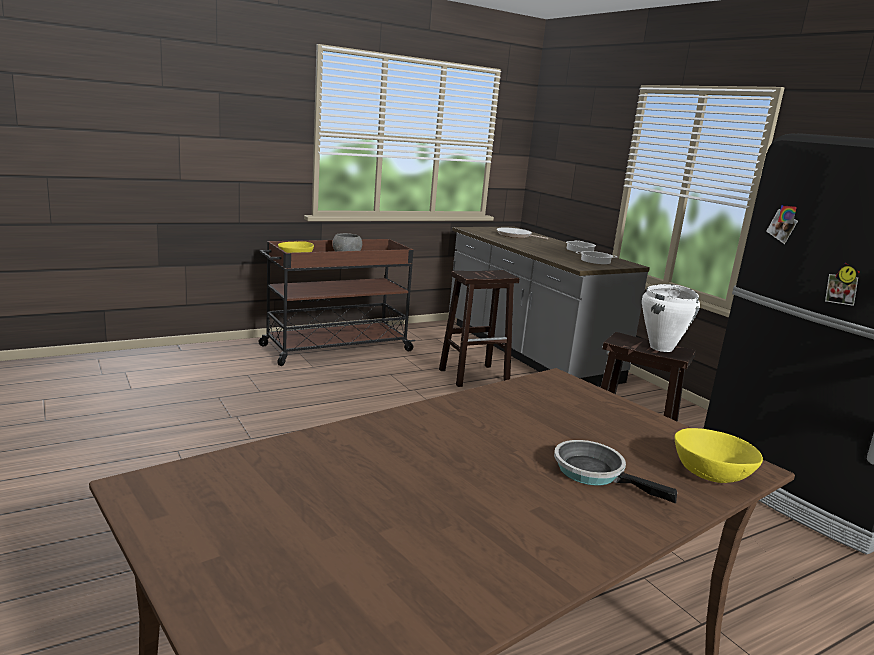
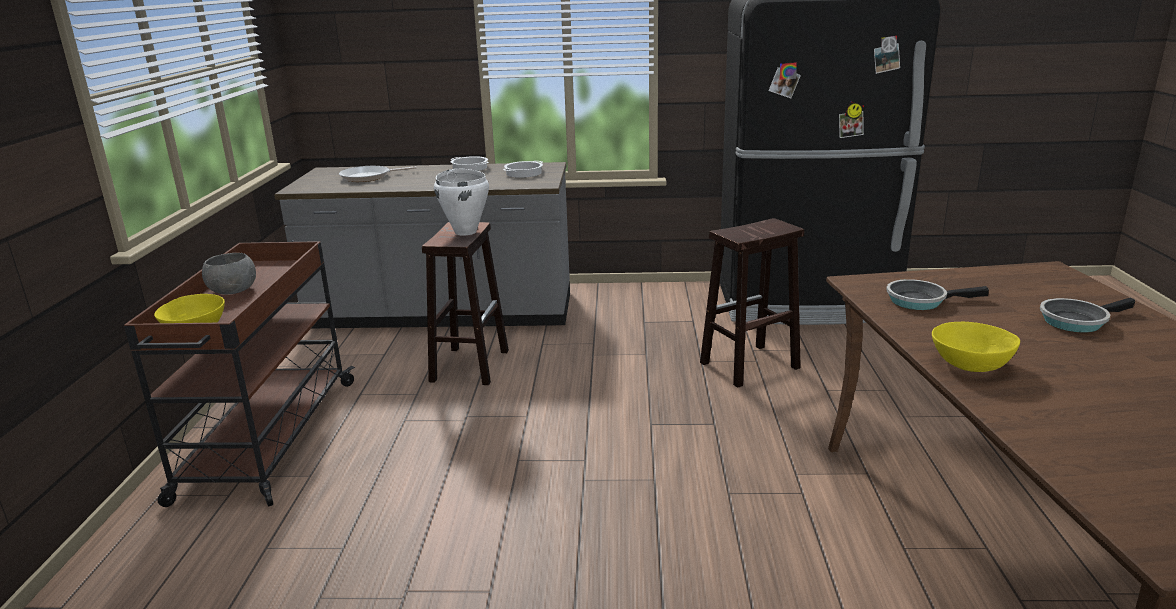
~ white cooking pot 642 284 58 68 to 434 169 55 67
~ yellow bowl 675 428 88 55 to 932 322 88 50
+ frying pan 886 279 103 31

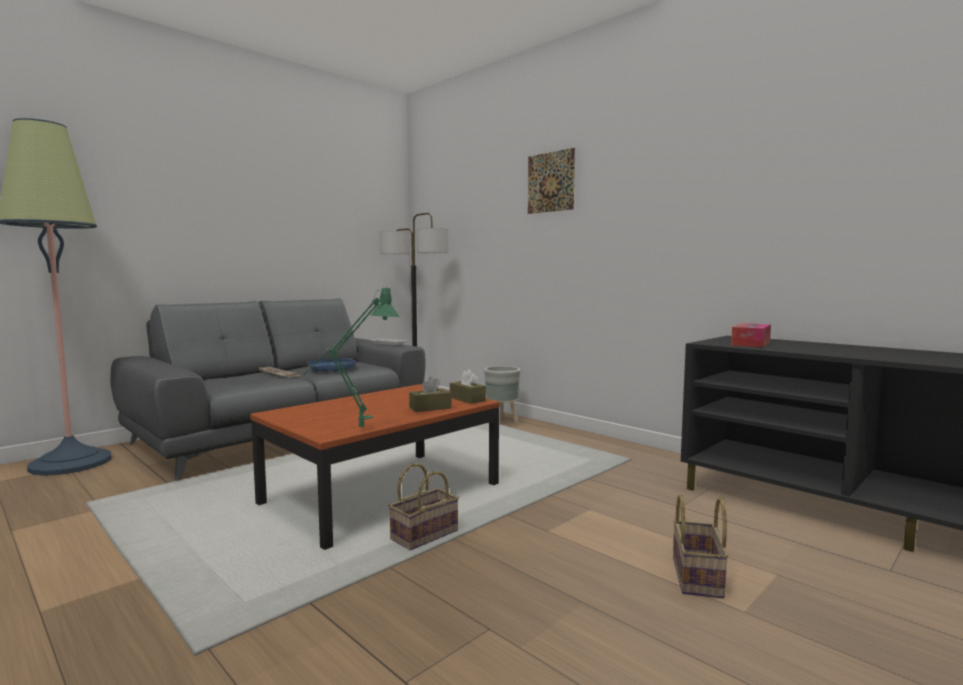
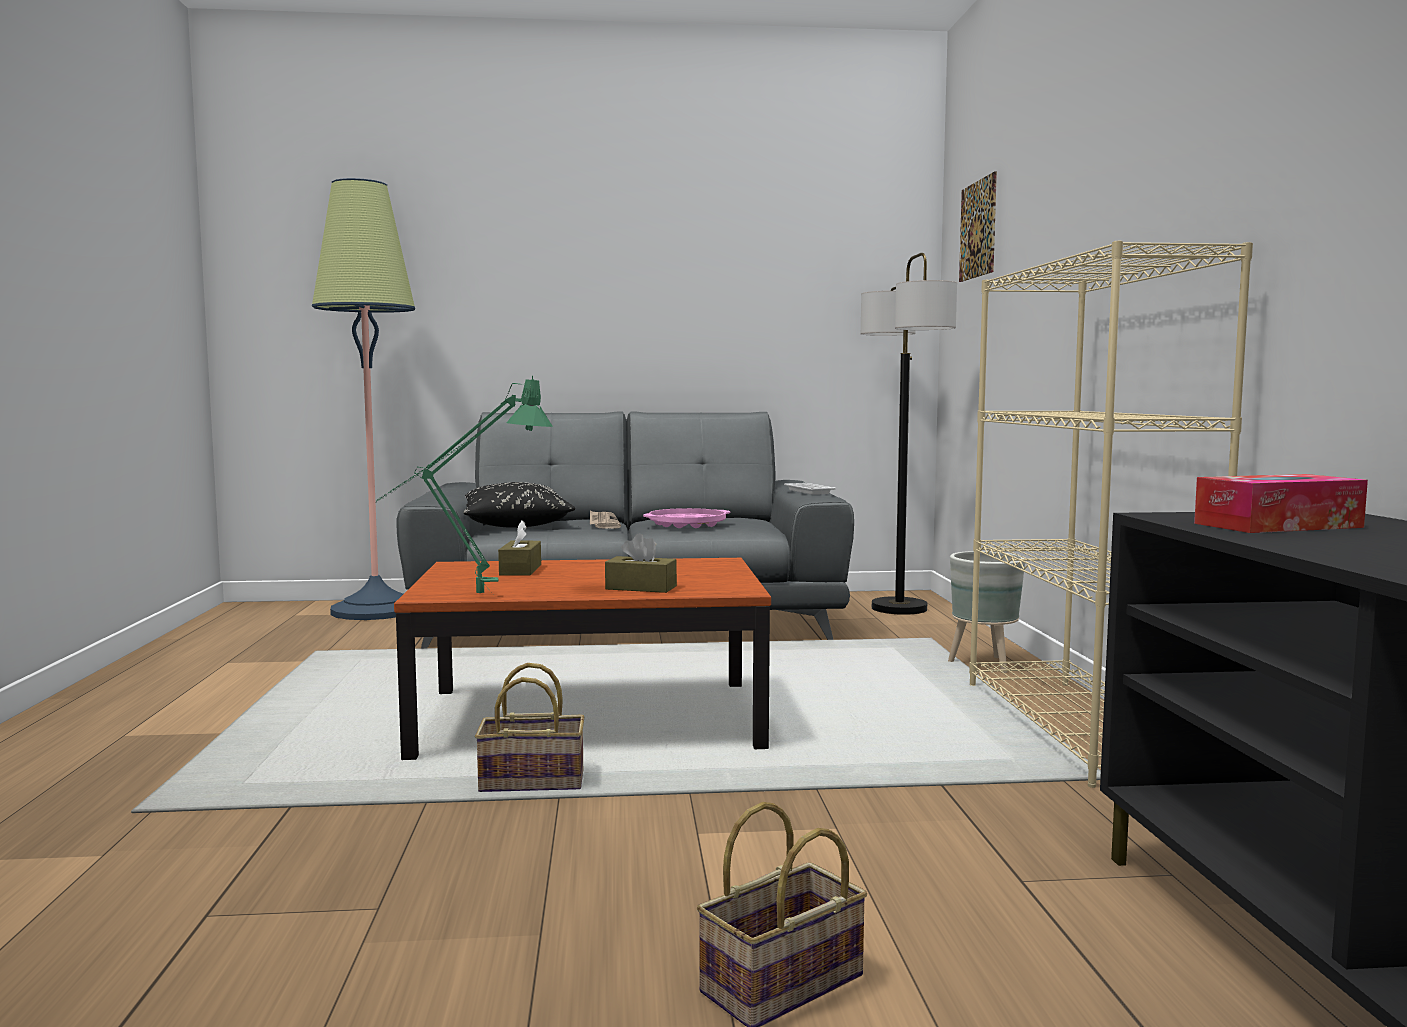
~ blue tray 307 358 49 14 to pink tray 643 508 87 20
~ brown tissue box 450 369 36 35 to 498 520 43 56
~ picture 528 148 47 66 to 959 171 38 111
+ black pillow 464 482 111 46
+ beige bookcase 969 241 284 547

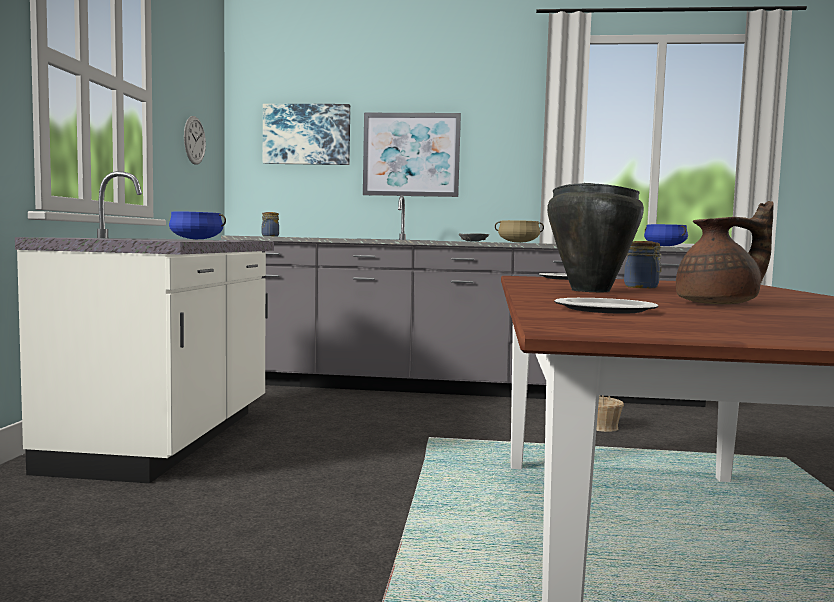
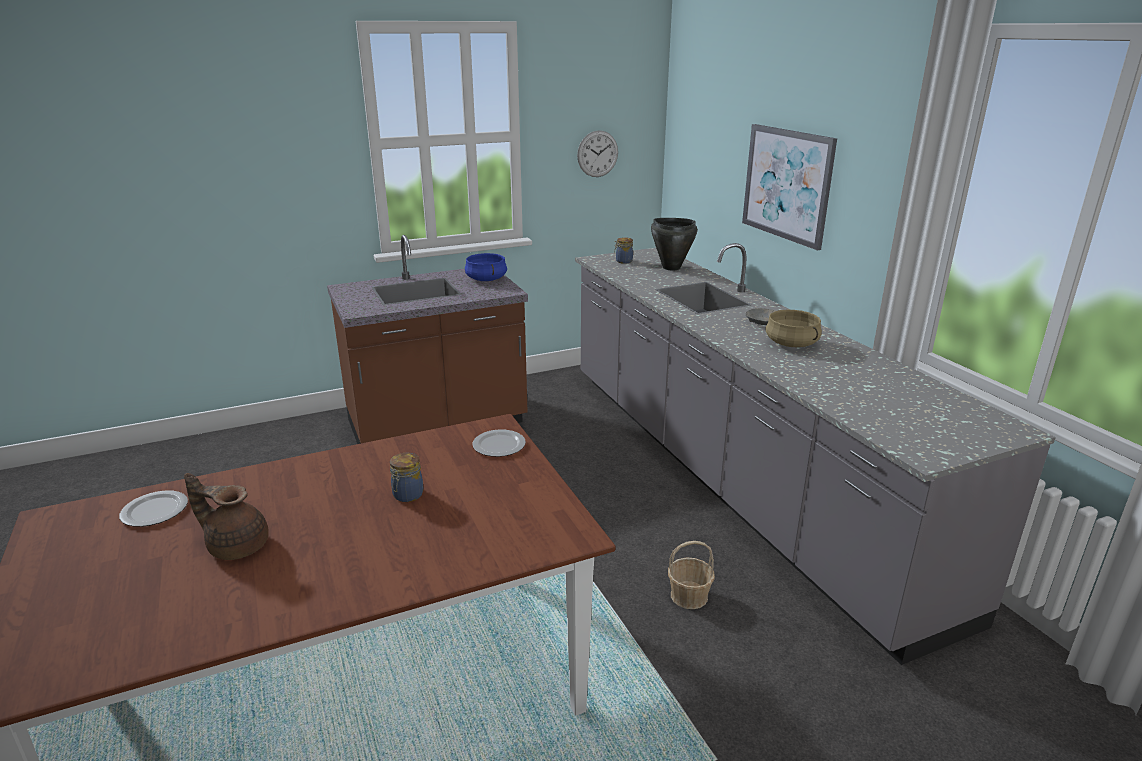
~ white counter 15 171 259 312 to brown counter 327 235 201 209
- picture 263 104 87 61
~ black cooking pot 547 183 97 109 to 651 218 46 52
- blue cooking pot 644 224 44 22
~ brown teapot 676 201 98 103 = 184 473 85 87 150 degrees clockwise

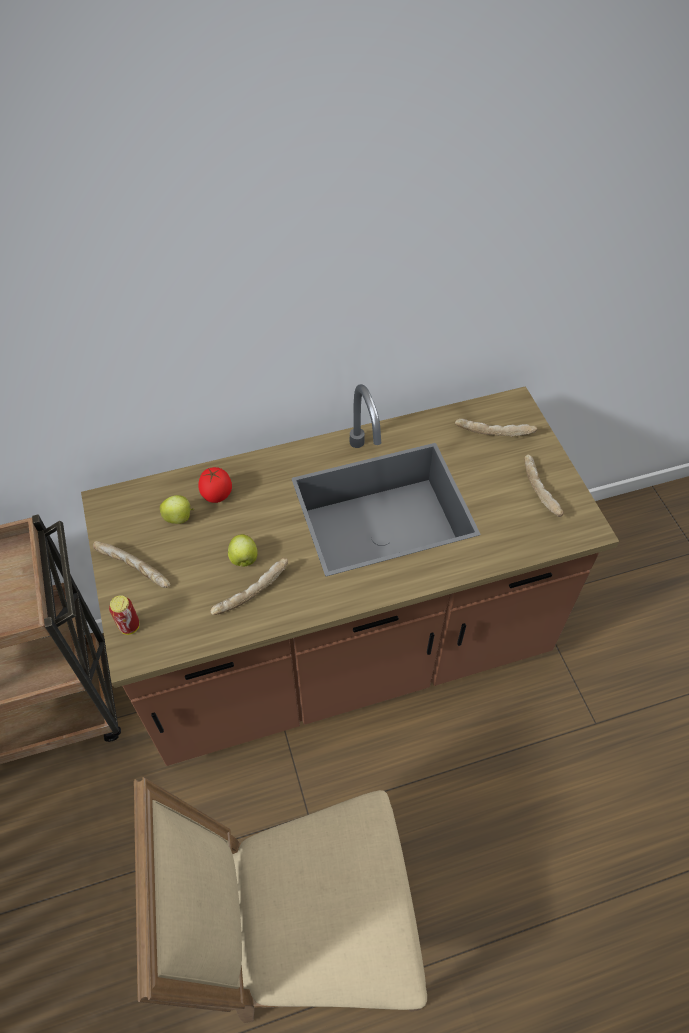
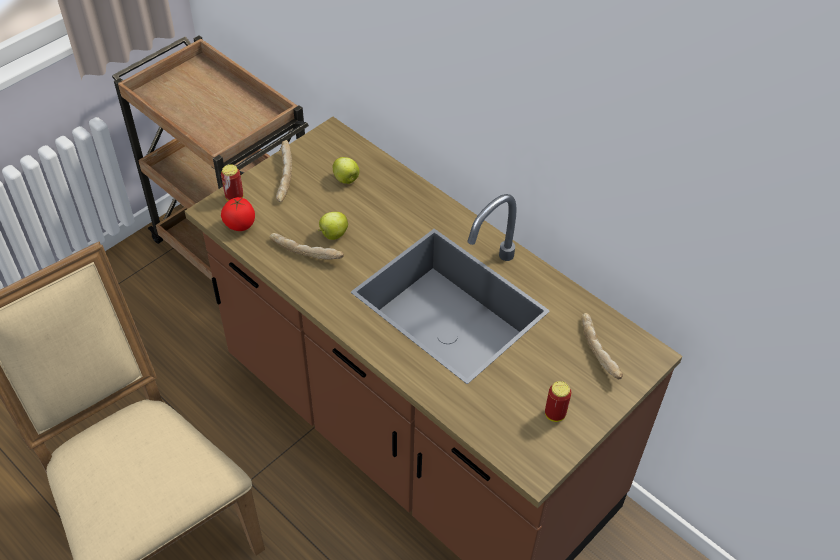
~ tomato 198 467 34 36 to 221 197 34 34
~ bread 525 454 39 63 to can 545 381 26 41

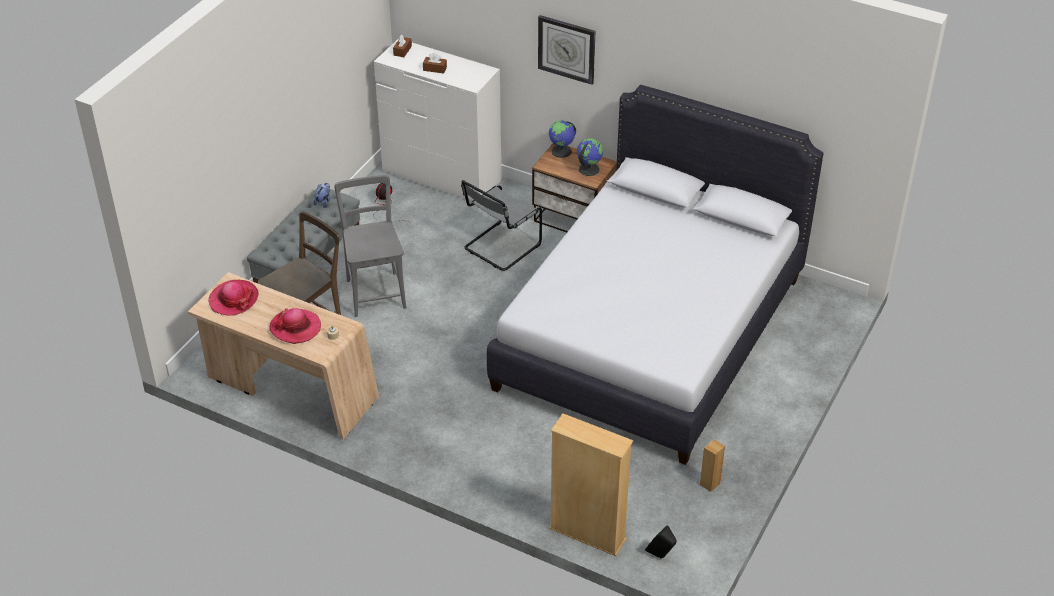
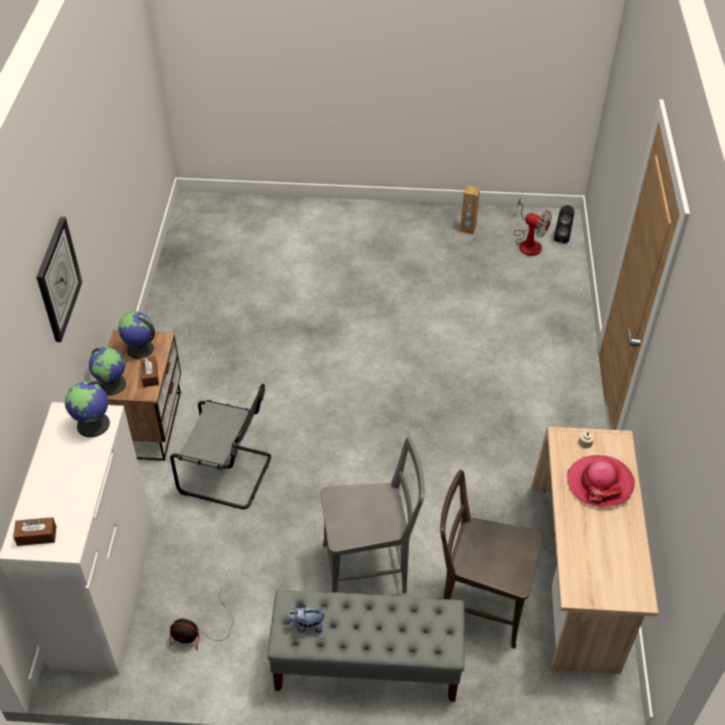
- hat 209 280 50 36
~ grey chair 334 175 73 142 = 320 437 105 156 150 degrees counterclockwise
~ brown tissue box 423 53 24 21 to 140 356 19 31
- white bed 487 85 337 380
- beige bookcase 549 413 84 143
+ globe 65 381 45 56
+ fan 513 197 39 59

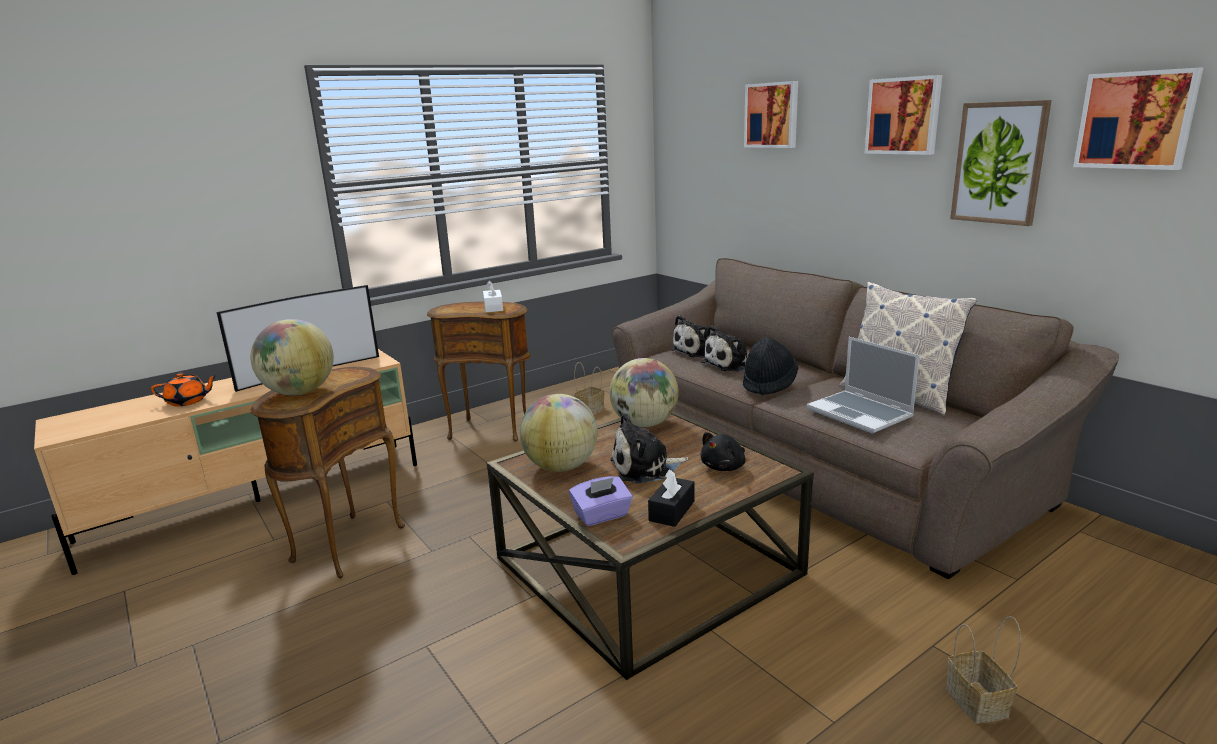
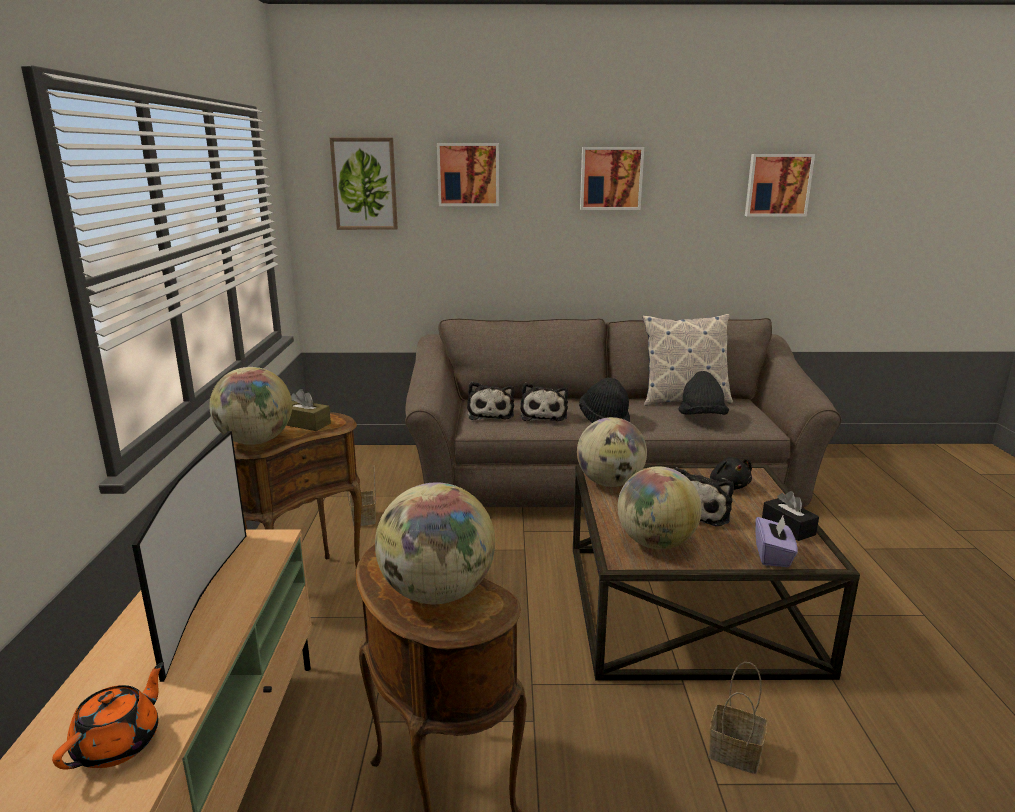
~ white tissue box 483 280 20 32 to brown tissue box 286 389 45 42
~ laptop 807 337 113 97 to black hat 678 371 51 44
~ basket 946 616 75 108 to 709 662 58 112
~ picture 950 100 102 126 to 330 138 68 92
+ globe 209 367 83 78

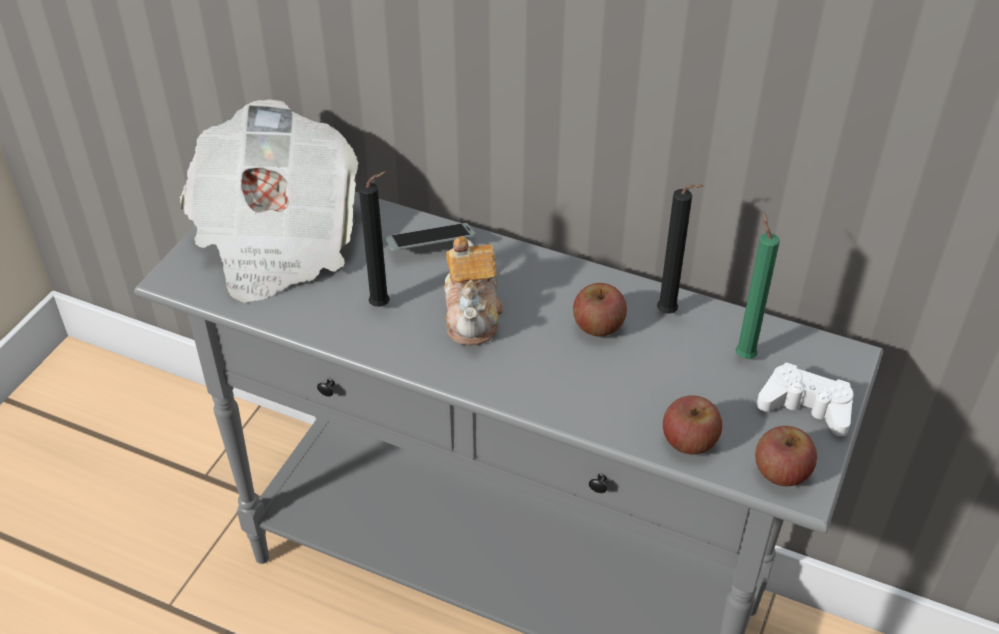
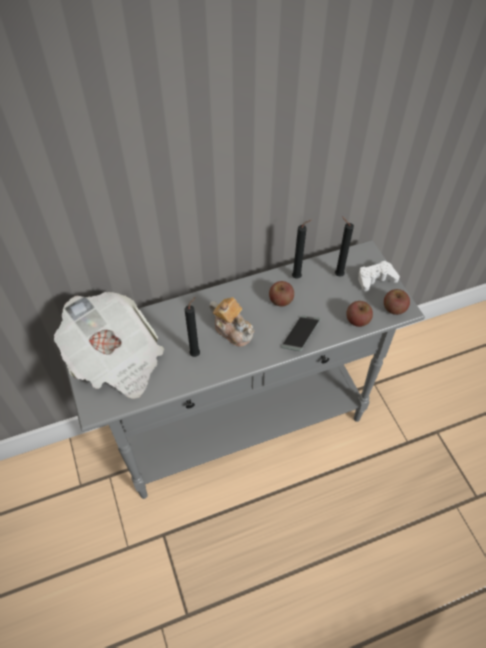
~ phone 385 223 91 28 to 281 315 40 36
~ green candle 736 212 44 147 to black candle 335 217 19 60

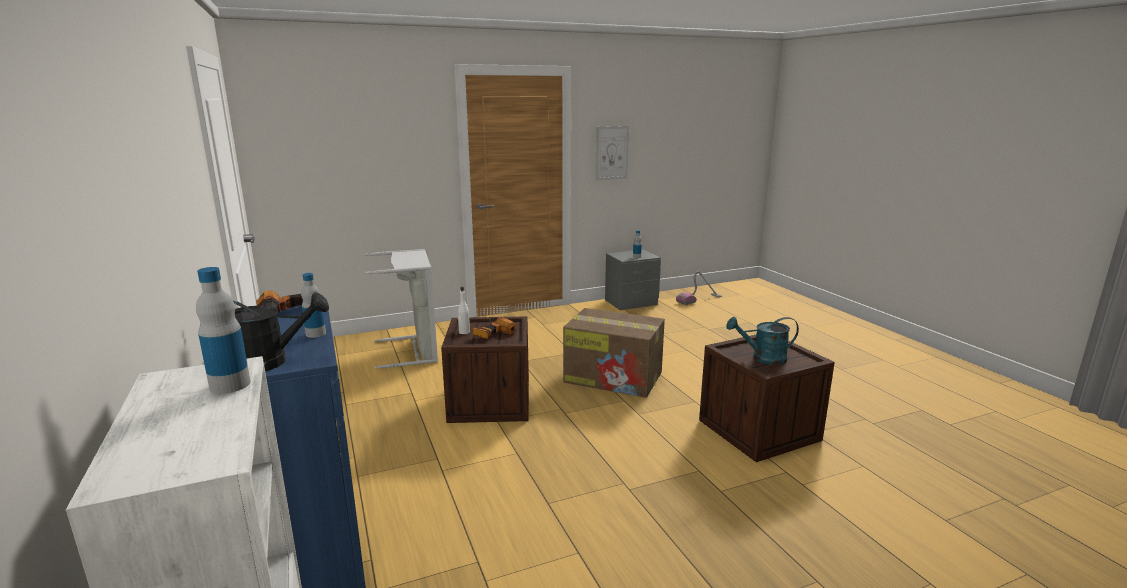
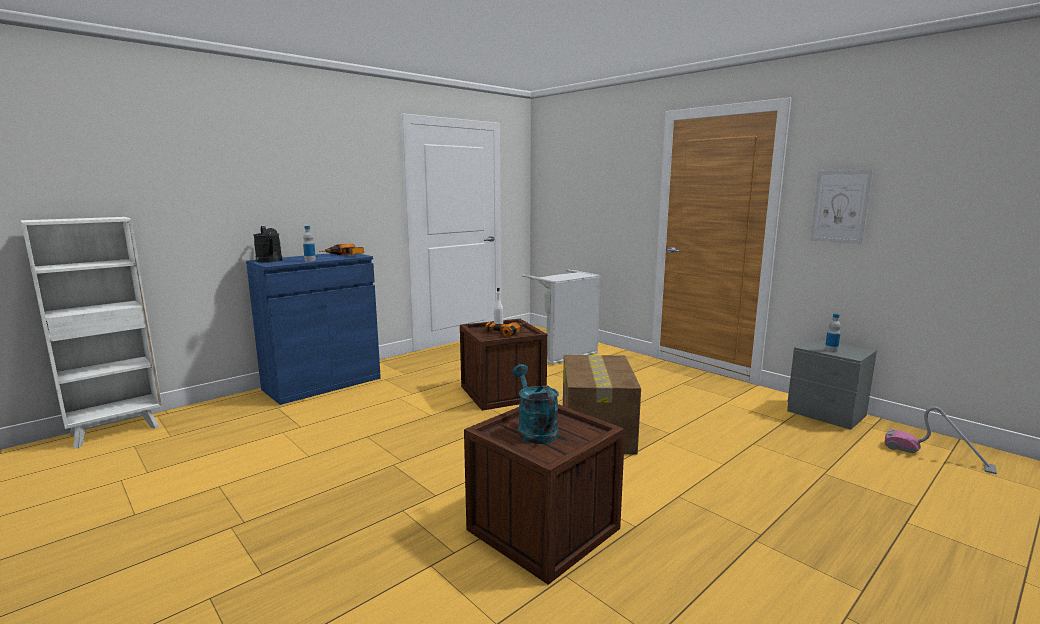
- bottle 196 267 54 127

